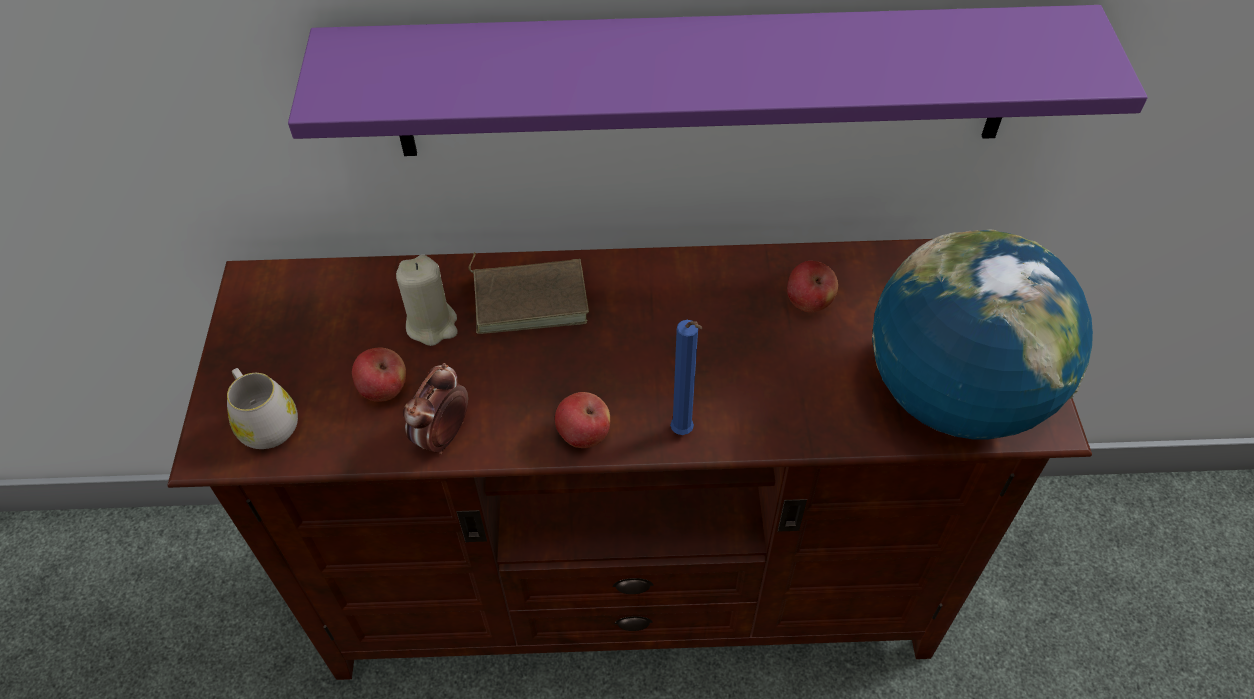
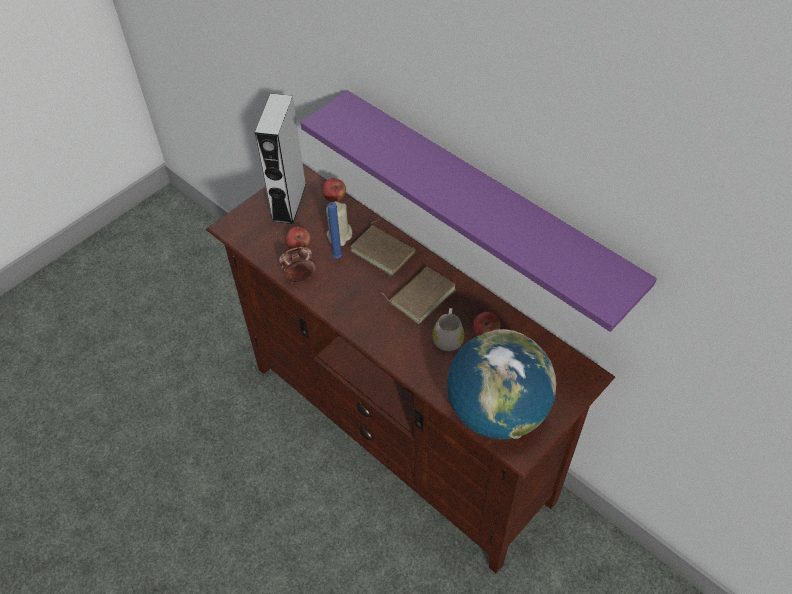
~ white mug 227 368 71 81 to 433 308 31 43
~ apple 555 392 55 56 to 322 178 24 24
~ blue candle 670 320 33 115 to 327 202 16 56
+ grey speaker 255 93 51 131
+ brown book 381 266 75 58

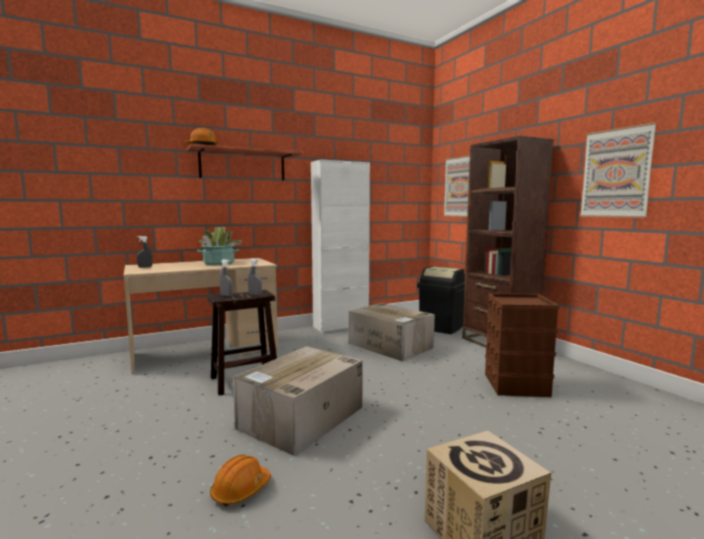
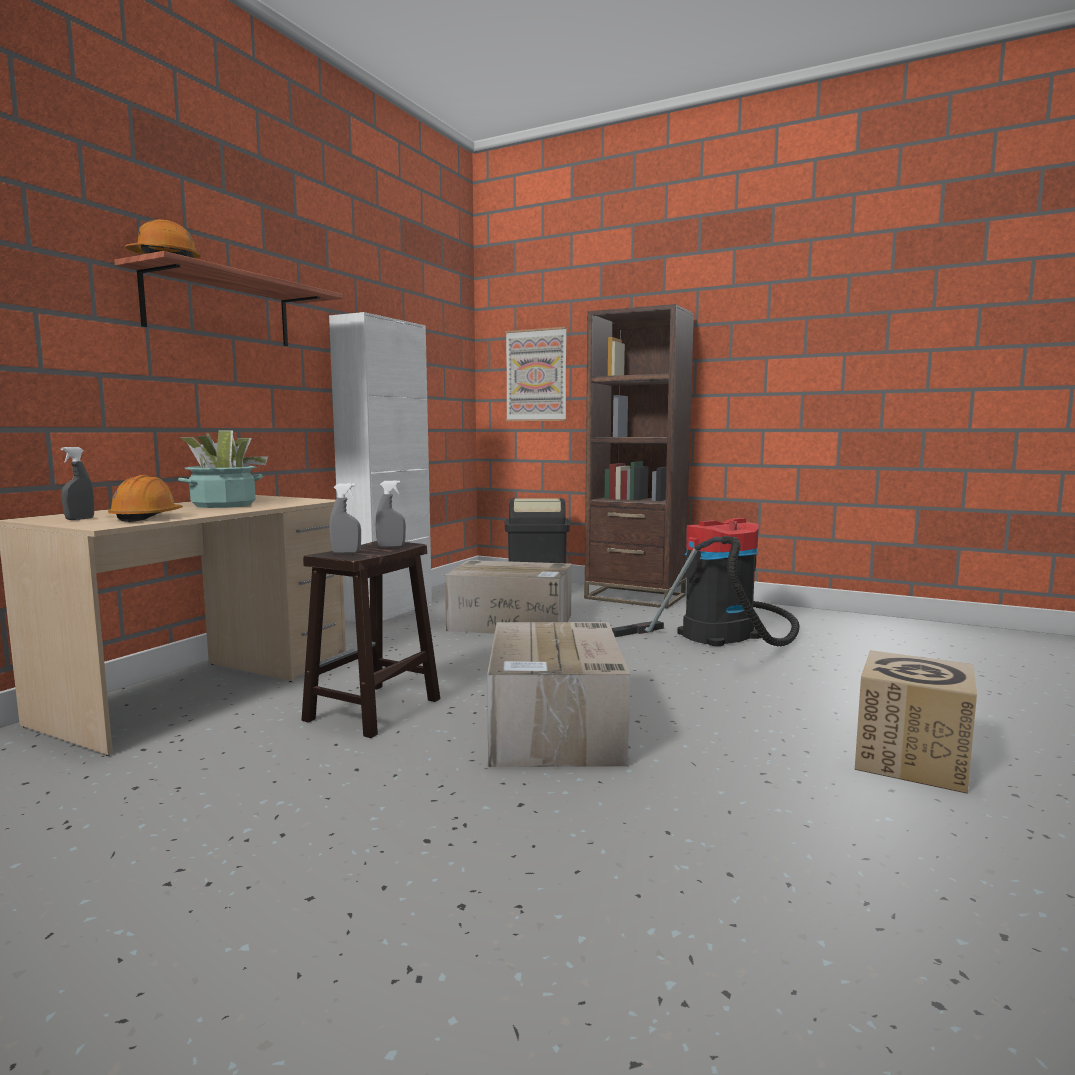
~ orange hard hat 210 455 61 51 to 108 475 75 47
~ brown storage box 485 293 75 104 to vacuum cleaner 612 518 187 129
- picture 580 122 77 96

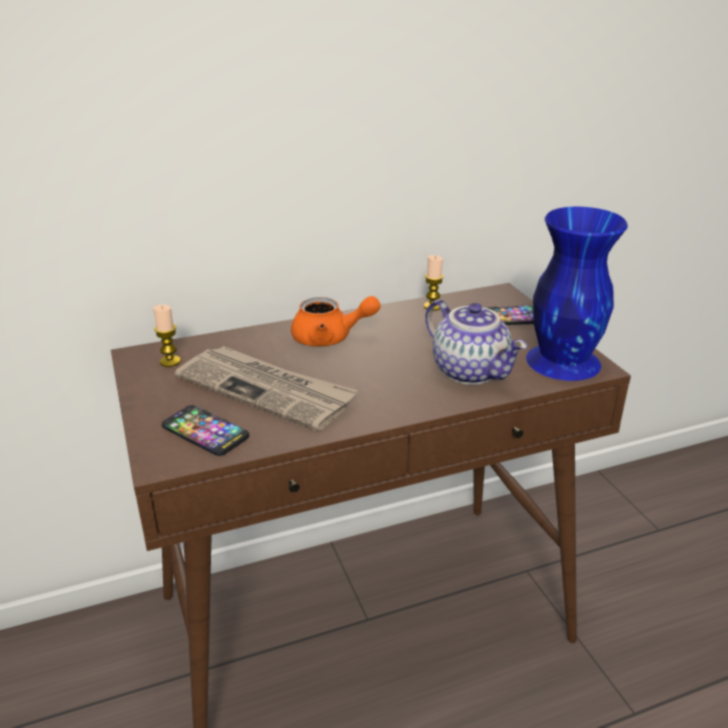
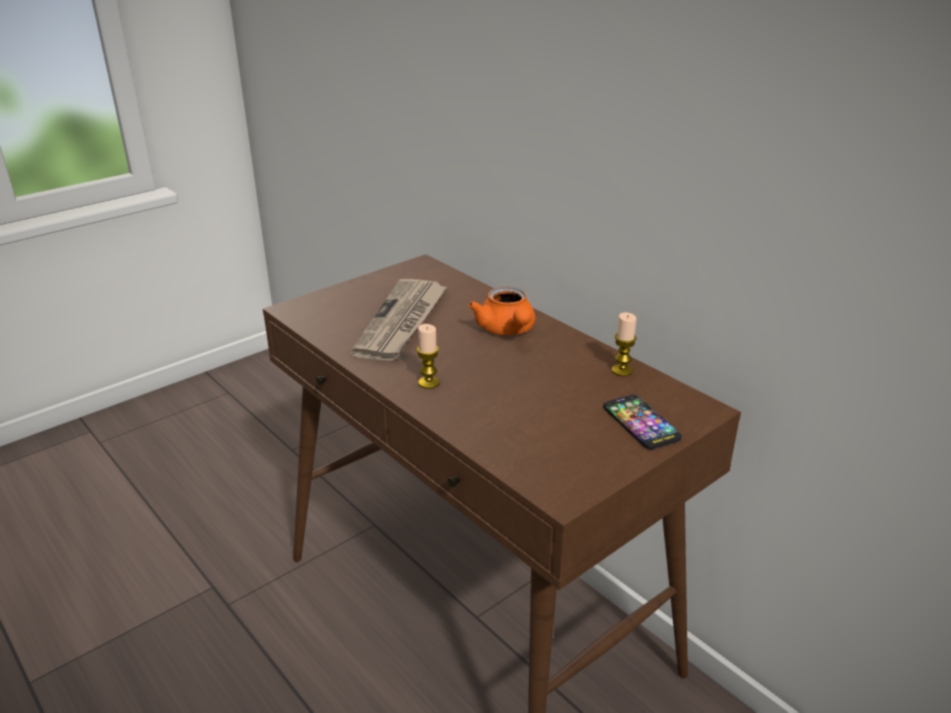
~ candle 153 305 28 62 to 417 324 23 65
- phone 162 405 87 51
- teapot 425 299 102 86
- blue vase 526 207 102 174

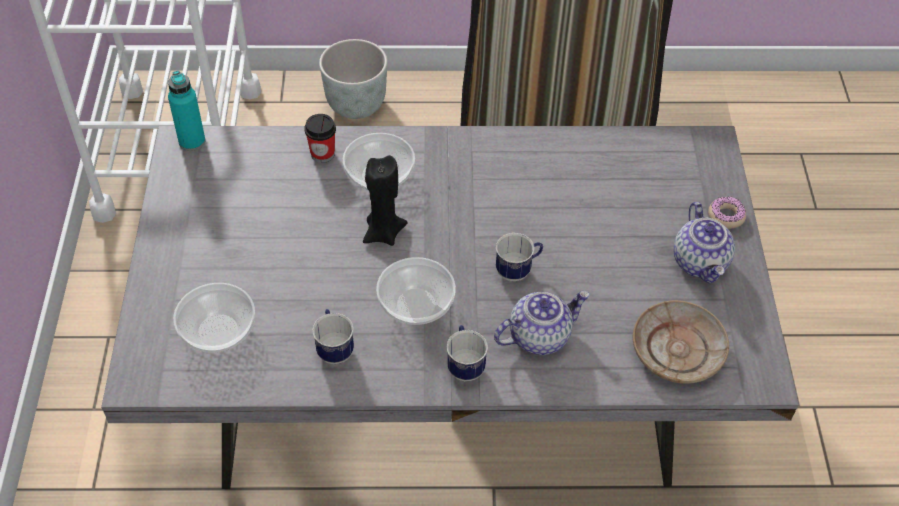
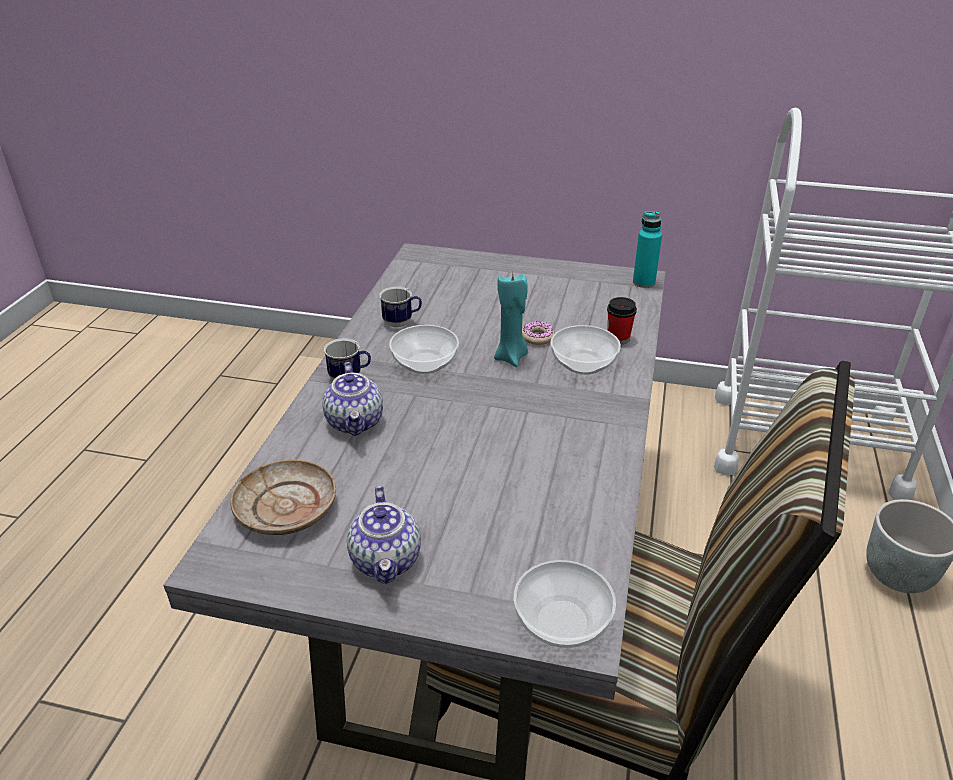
~ bowl 173 283 82 70 to 514 560 102 88
~ black candle 363 155 45 91 to turquoise candle 494 274 34 93
- mug 496 233 47 48
~ teapot 674 202 61 82 = 347 486 74 98 105 degrees counterclockwise
~ donut 708 197 38 32 to 522 321 33 24

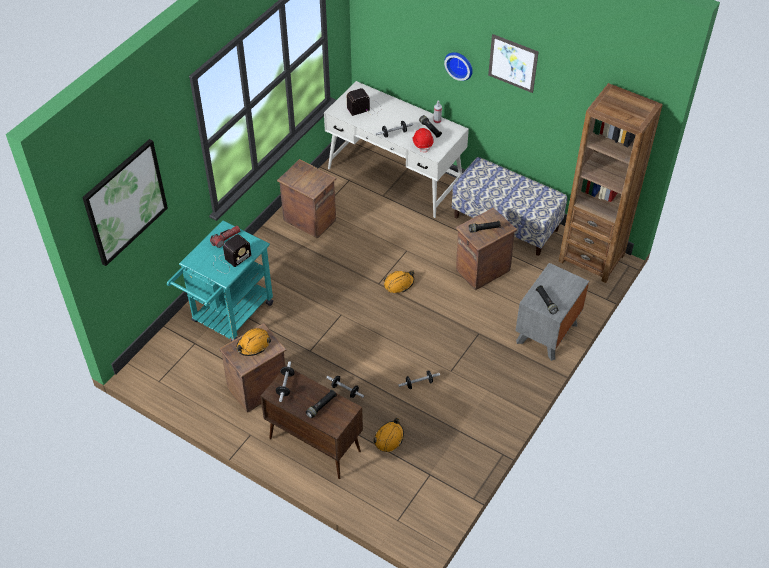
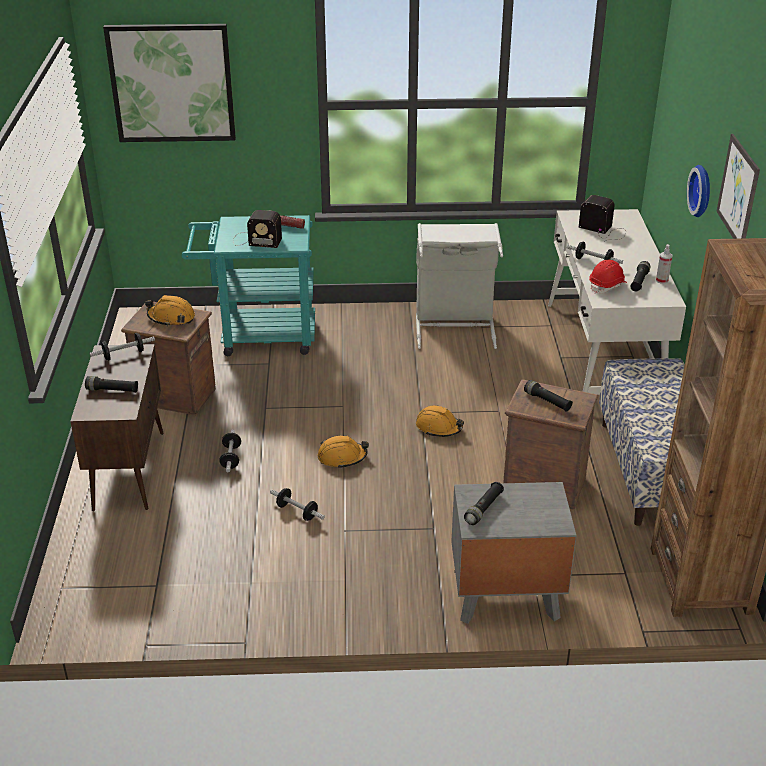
~ crate 277 159 60 79 to grey laundry basket 416 223 87 126
~ orange hard hat 373 418 31 34 to 318 436 51 33

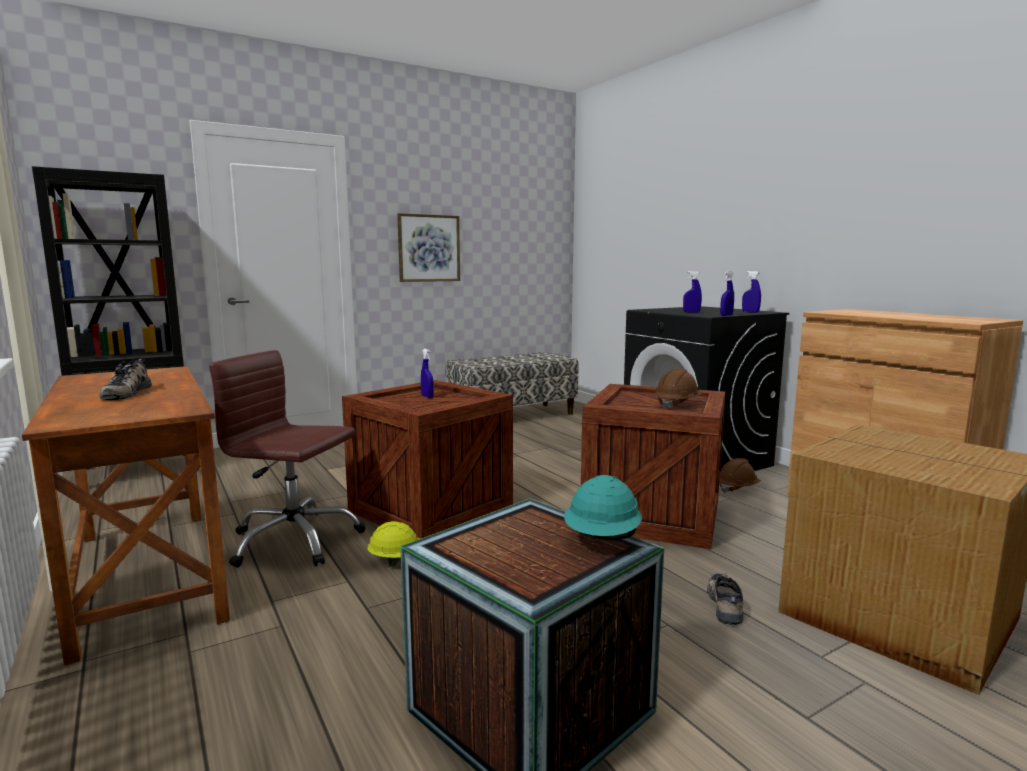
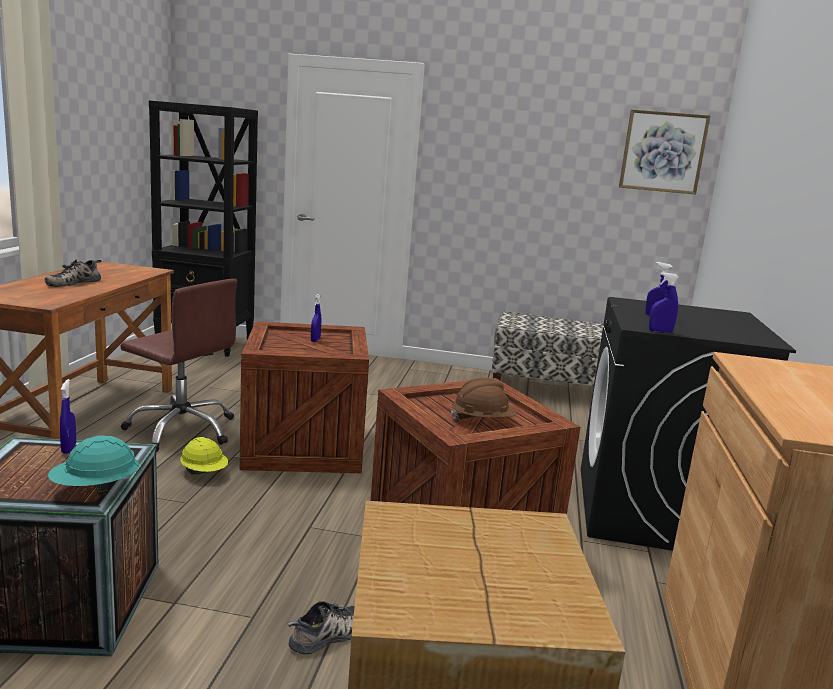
~ brown office chair 209 350 156 218 = 120 279 117 173 150 degrees clockwise
~ picture 397 213 63 69 to 619 109 92 86
- brown hard hat 719 458 42 35
~ blue spray bottle 742 271 19 42 to 60 379 16 75

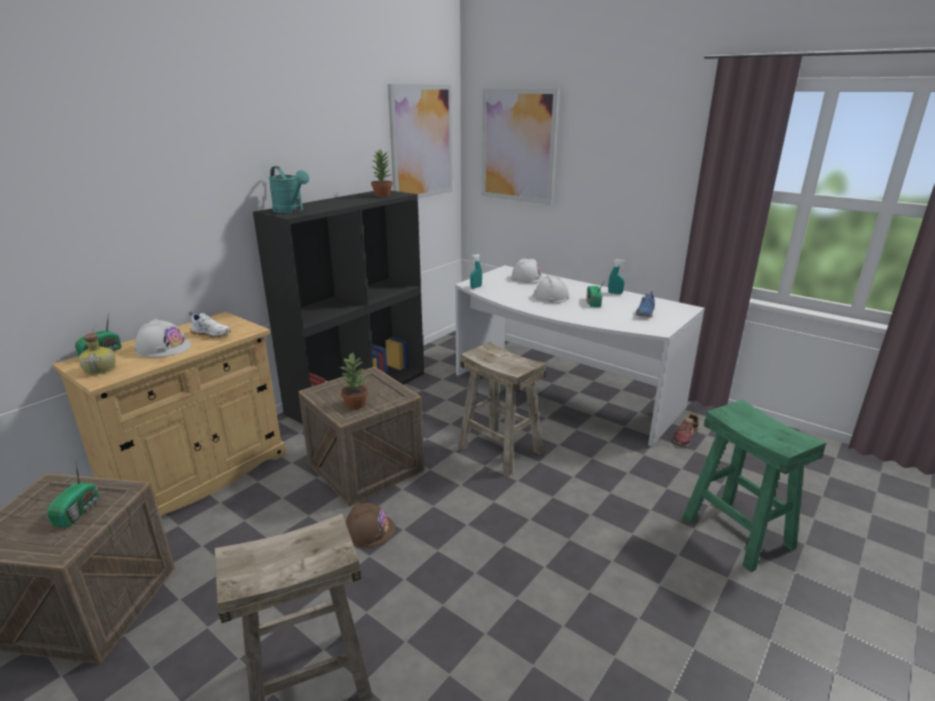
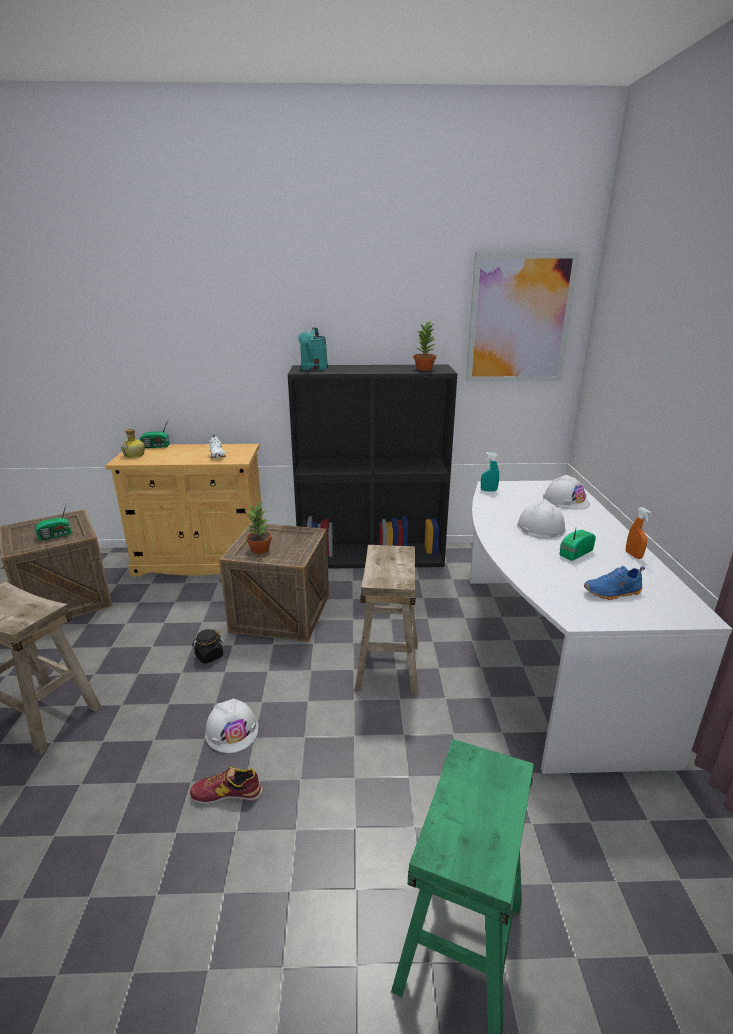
~ white hard hat 135 319 56 39 to 205 699 54 54
~ brown hard hat 346 503 49 44 to black jar 192 629 31 35
- picture 482 88 78 117
~ turquoise spray bottle 608 259 17 35 to orange spray bottle 626 507 25 52
~ shoe 673 413 26 34 to 190 767 72 37

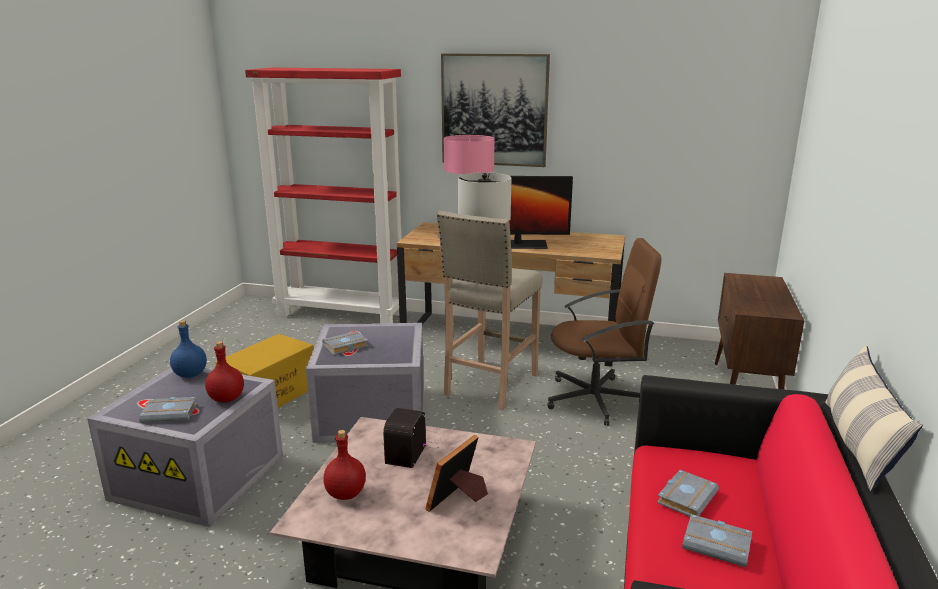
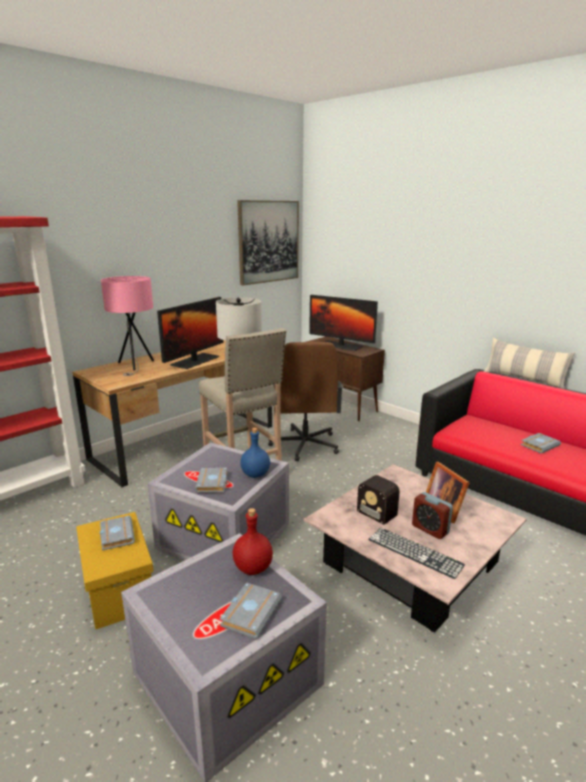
~ blue bottle 170 320 37 58 to 240 428 30 50
~ red bottle 323 430 43 70 to keyboard 368 528 97 51
~ picture 441 54 109 113 to 237 200 62 85
~ brown office chair 547 238 115 188 = 268 342 75 120 150 degrees clockwise
~ grey book 657 470 62 47 to 100 516 35 35
+ monitor 309 295 69 56
+ alarm clock 412 492 41 47

